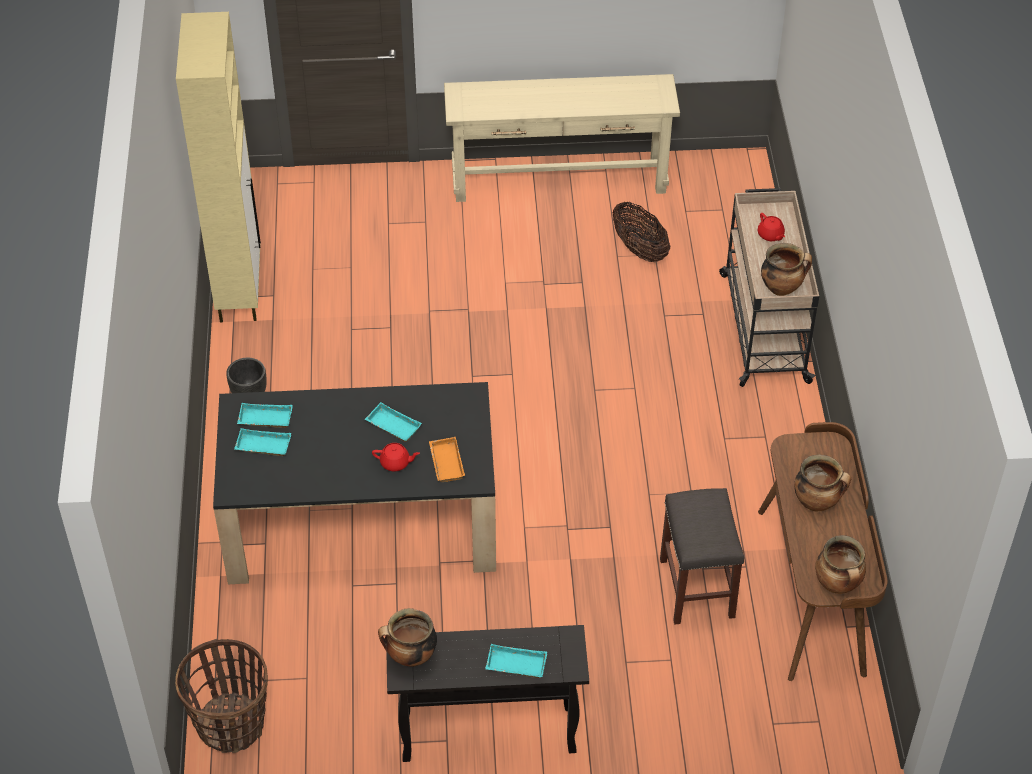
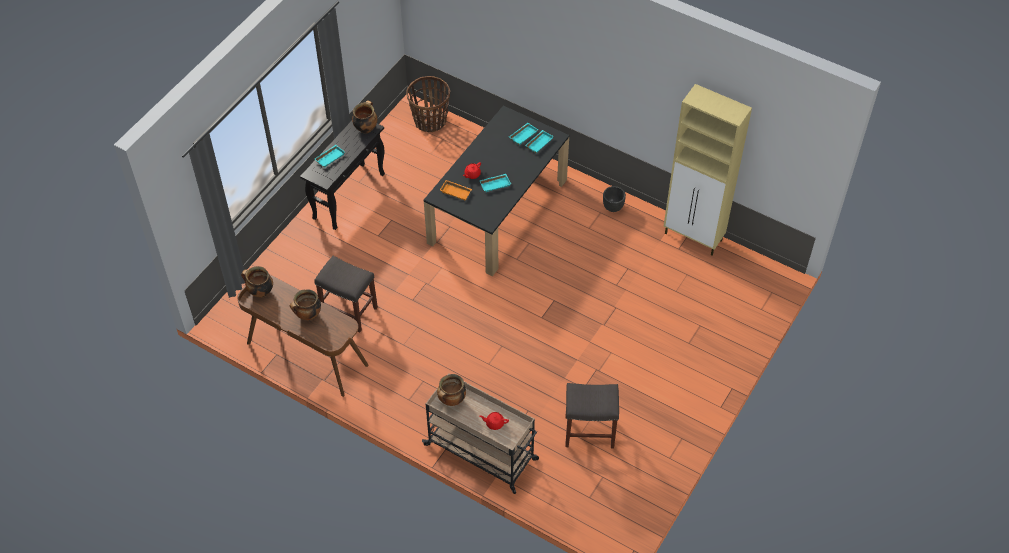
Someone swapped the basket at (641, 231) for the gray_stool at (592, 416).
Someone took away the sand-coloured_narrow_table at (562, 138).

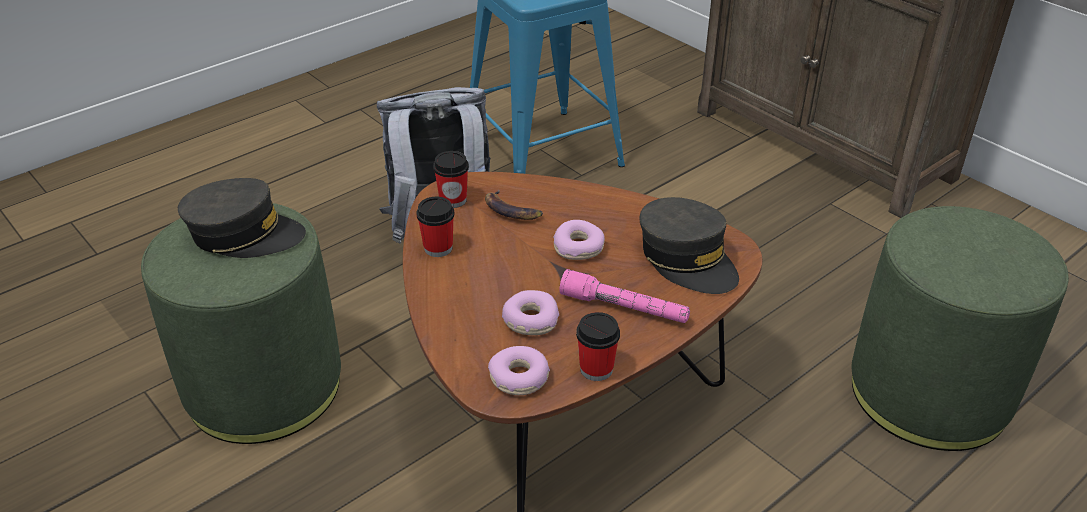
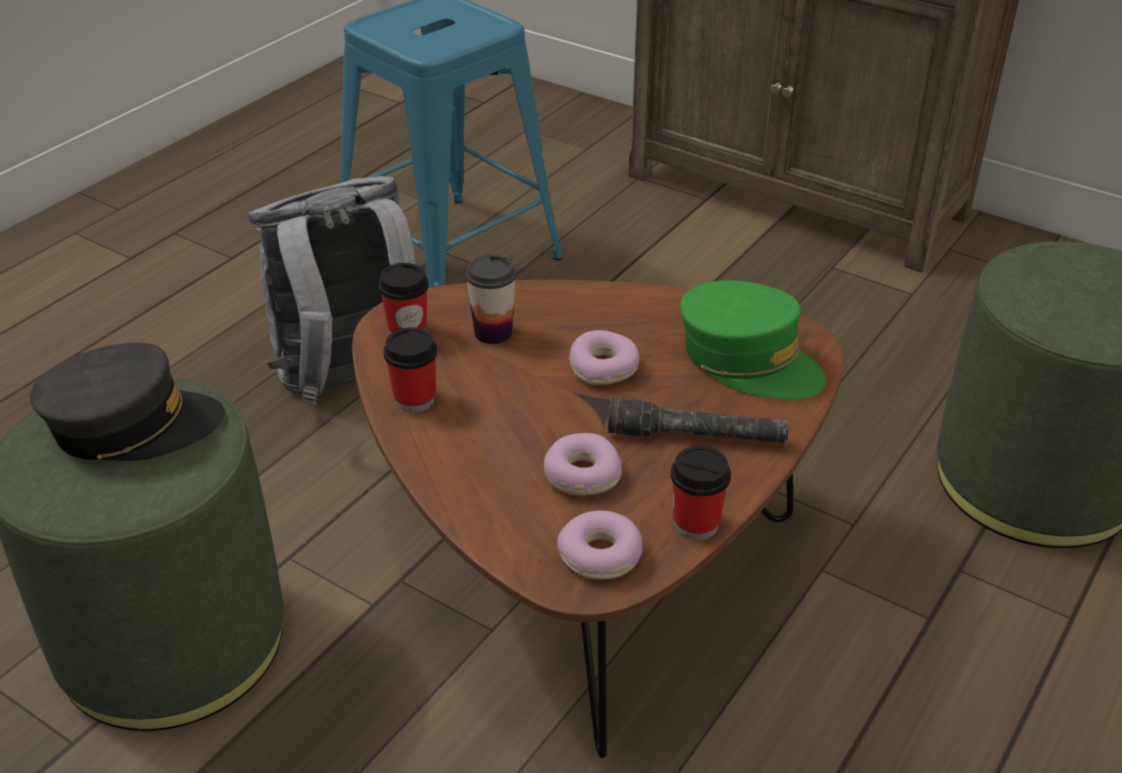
Someone swapped the banana_fruit at (514, 204) for the drinking_cup at (491, 299).
Someone repainted the pink_torch at (624, 296), which became the gray_torch at (698, 420).
Someone repainted the gray_peaked_cap at (689, 245), which became the green_peaked_cap at (753, 339).

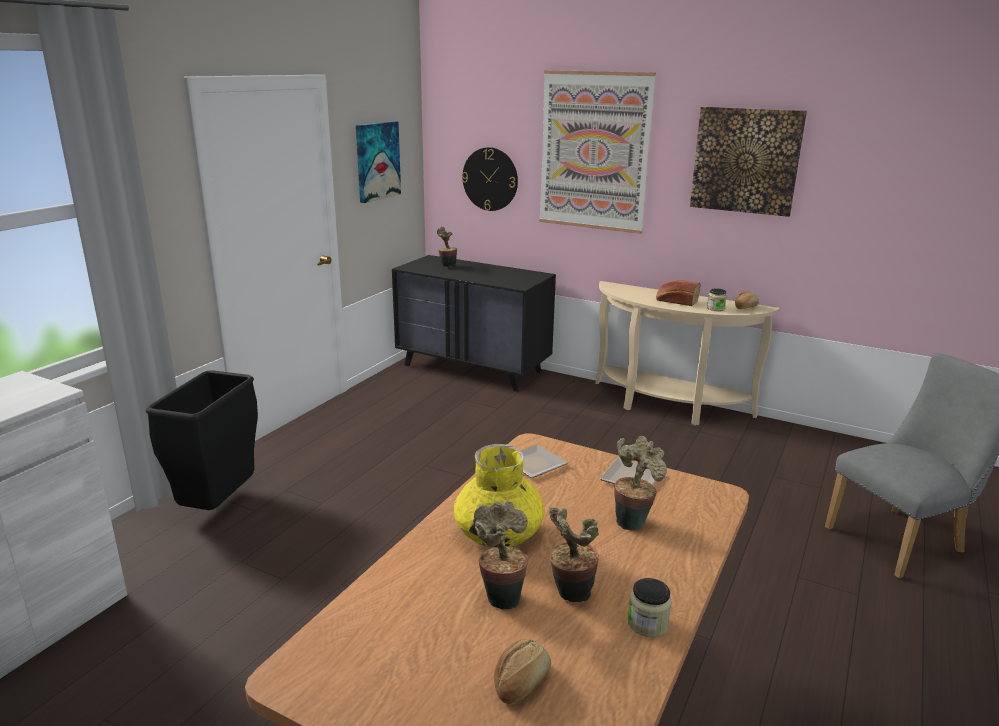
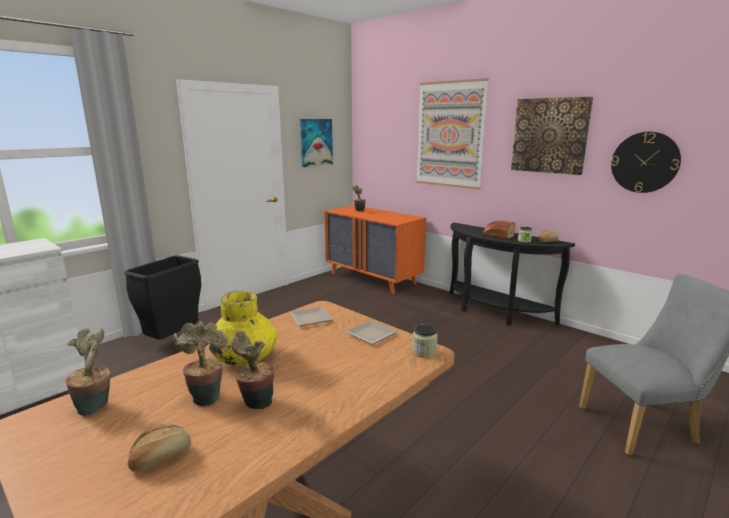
Someone carried the plant_in_a_pot from (641, 483) to (88, 372).
Someone repainted the black-coloured_chest_of_drawers at (474, 323), which became the orange-coloured_chest_of_drawers at (375, 249).
Someone carried the storage_jar from (650, 607) to (425, 341).
Someone repainted the sand-coloured_narrow_table at (687, 353), which became the black-coloured_narrow_table at (512, 274).
Someone carried the clock_on_the_wall from (490, 179) to (646, 162).

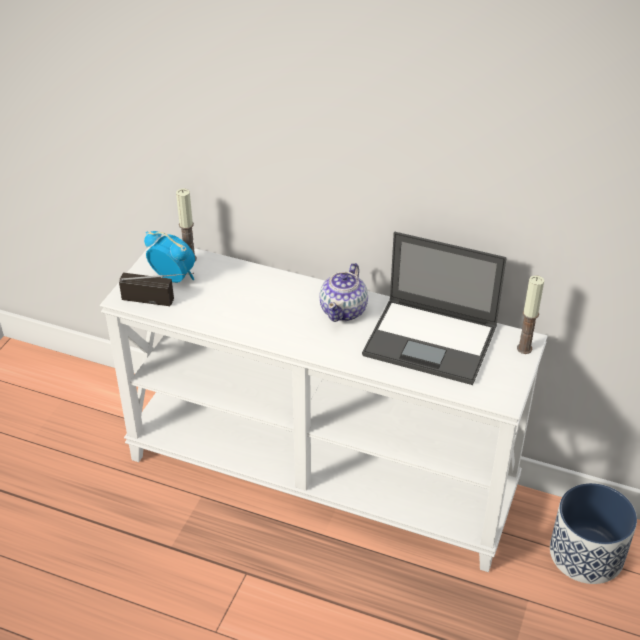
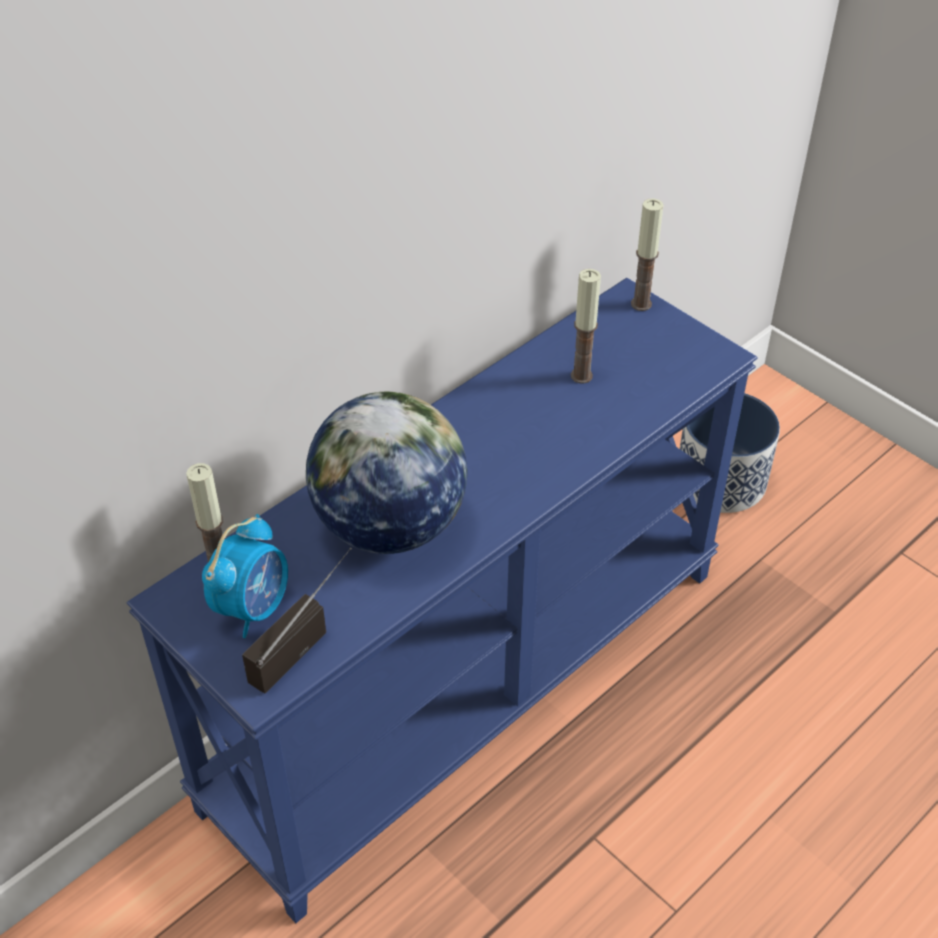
Someone repainted the white_narrow_table at (324, 405), which became the blue_narrow_table at (442, 600).
Someone rotated the table_clock at (169, 257) by 150 degrees clockwise.
Someone put down the globe at (386, 473).
Someone swapped the portable_computer at (434, 308) for the wax_candle at (586, 326).
Someone took away the pot_for_tea at (343, 292).

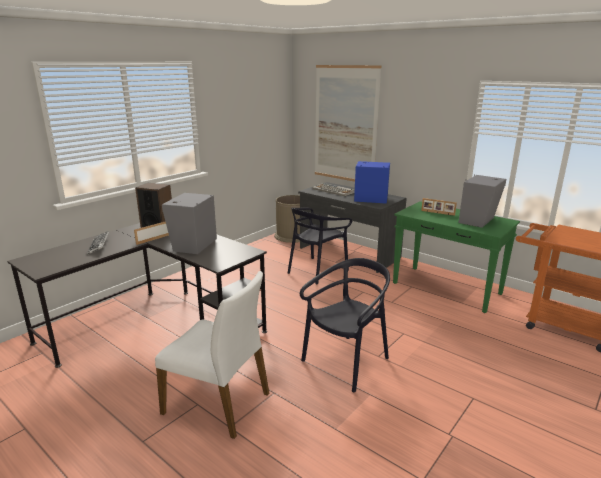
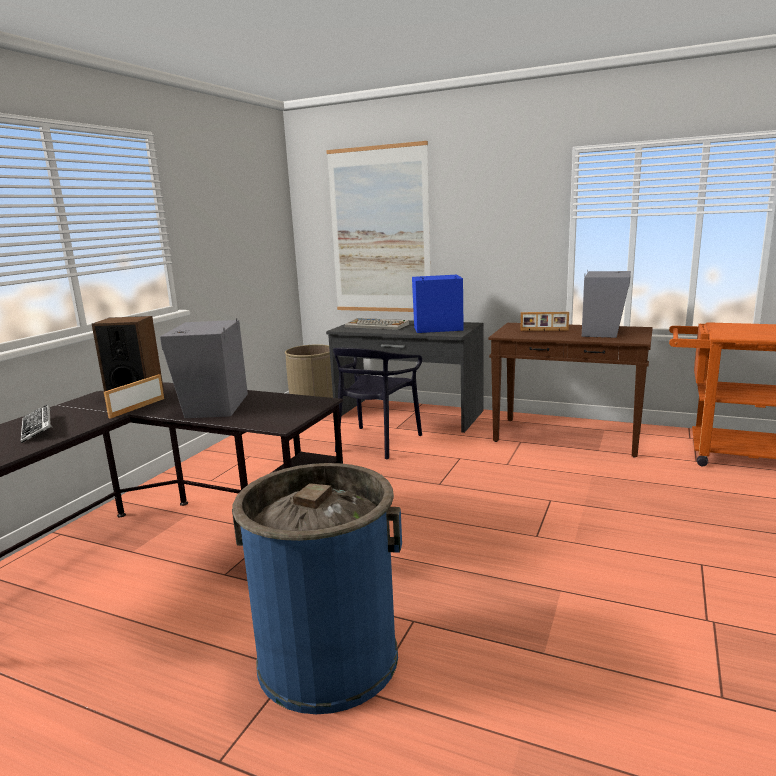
Someone swapped the white_plain_chair at (212, 355) for the blue_waste_bin at (317, 588).
Someone repainted the green_narrow_table at (456, 257), which became the brownish_narrow_table at (570, 390).
Someone took away the black-coloured_plain_chair at (345, 325).

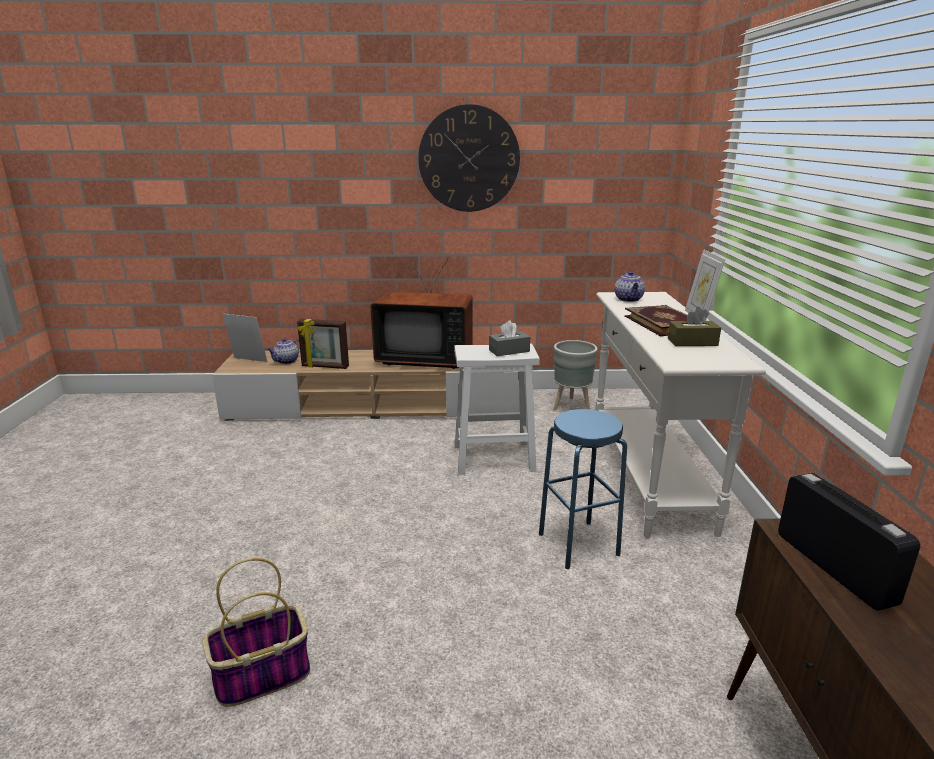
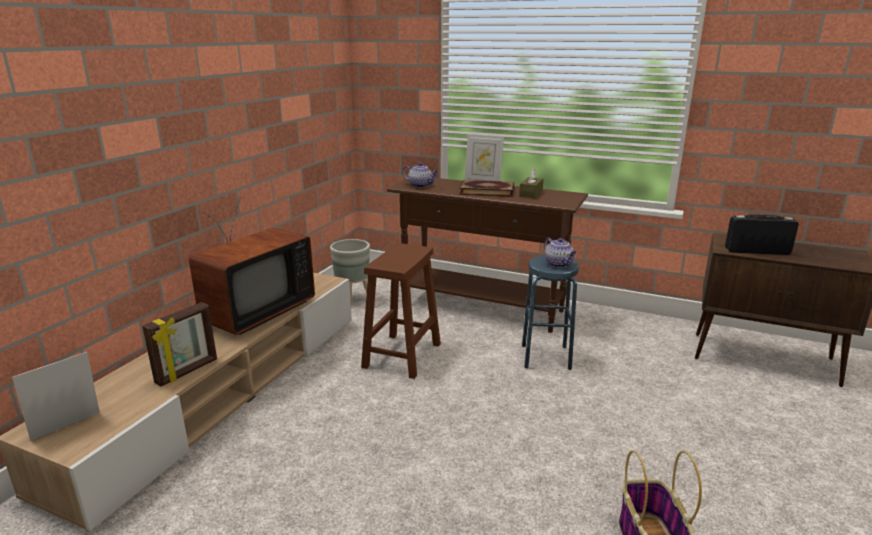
Someone repainted the white_stool at (497, 409), which became the brownish_stool at (401, 311).
Someone repainted the white_narrow_table at (680, 415), which became the brownish_narrow_table at (487, 255).
Someone carried the pot_for_tea from (284, 351) to (560, 253).
Someone took away the clock_on_the_wall at (469, 158).
Someone took away the gray_box_of_tissues at (509, 338).

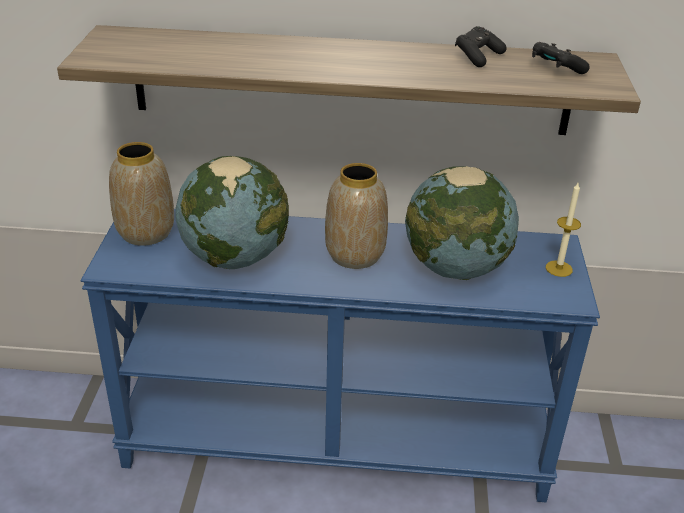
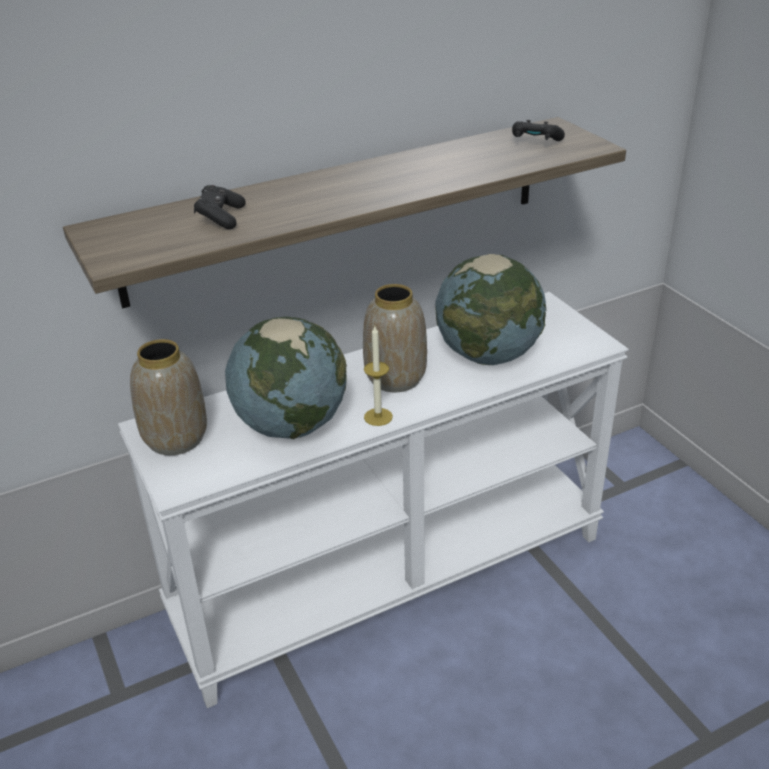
Someone repainted the blue_narrow_table at (340, 355), which became the white_narrow_table at (373, 500).
Someone carried the black-coloured_gamepad from (480, 46) to (220, 207).
Someone carried the wax_candle from (563, 230) to (378, 376).

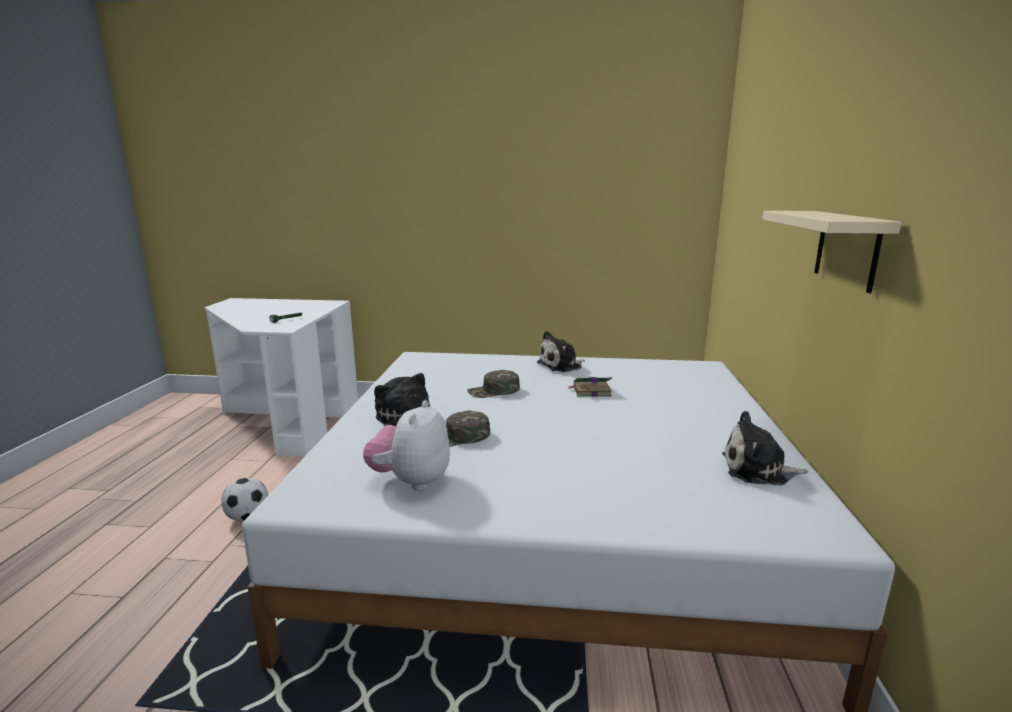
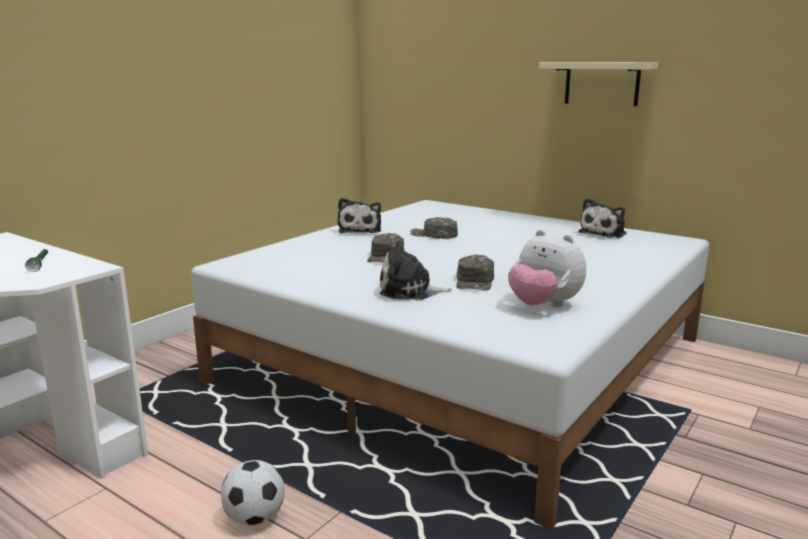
Someone swapped the bound_book at (591, 387) for the green_peaked_cap at (434, 228).

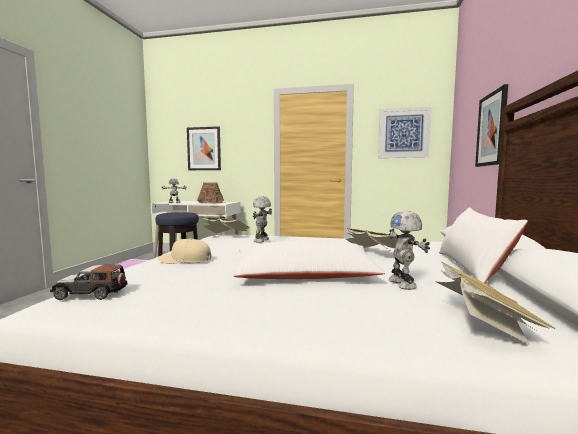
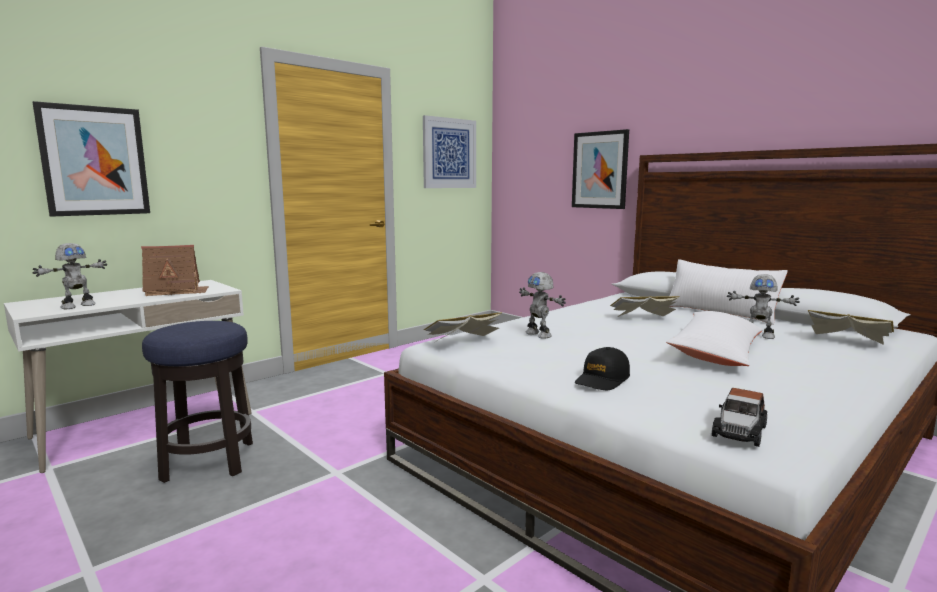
Someone repainted the sand-coloured_peaked_cap at (184, 251), which became the black-coloured_peaked_cap at (602, 368).

